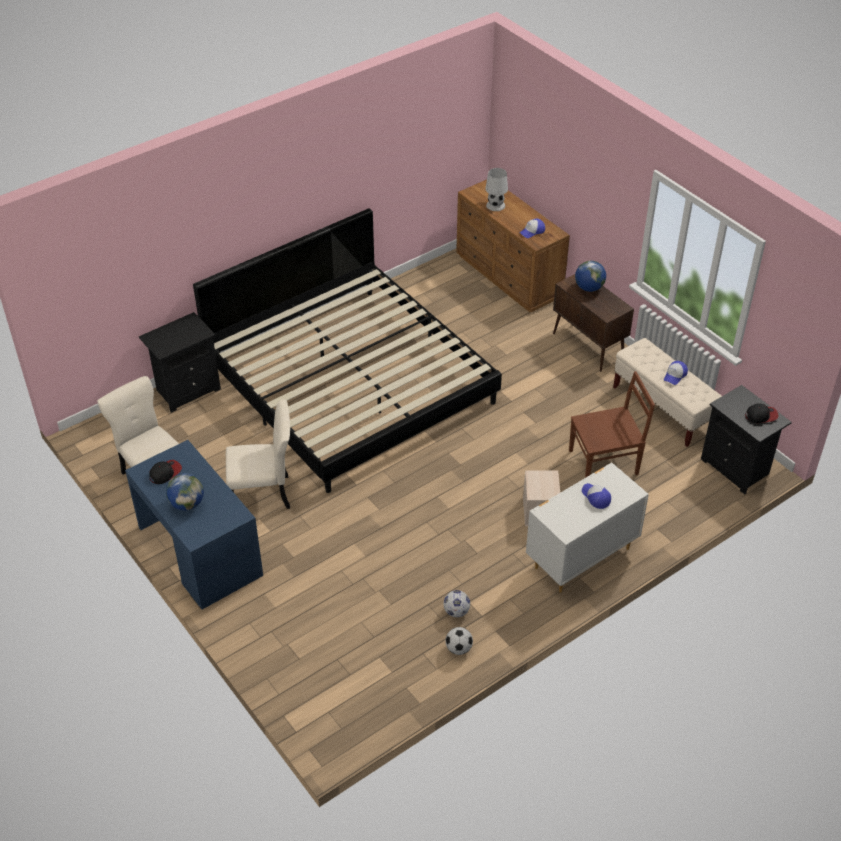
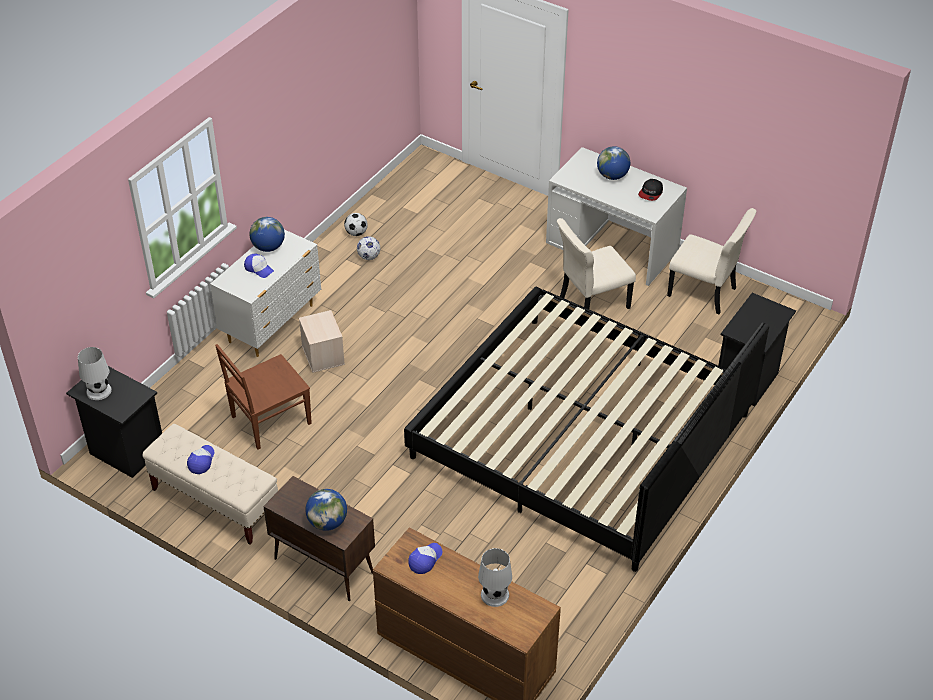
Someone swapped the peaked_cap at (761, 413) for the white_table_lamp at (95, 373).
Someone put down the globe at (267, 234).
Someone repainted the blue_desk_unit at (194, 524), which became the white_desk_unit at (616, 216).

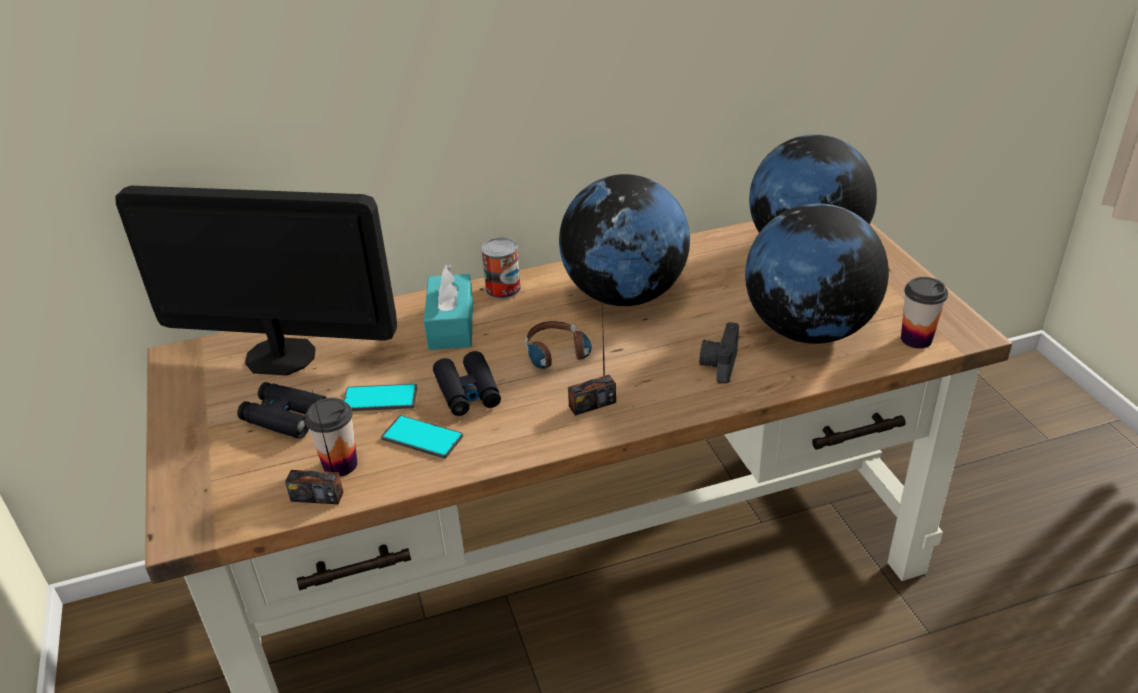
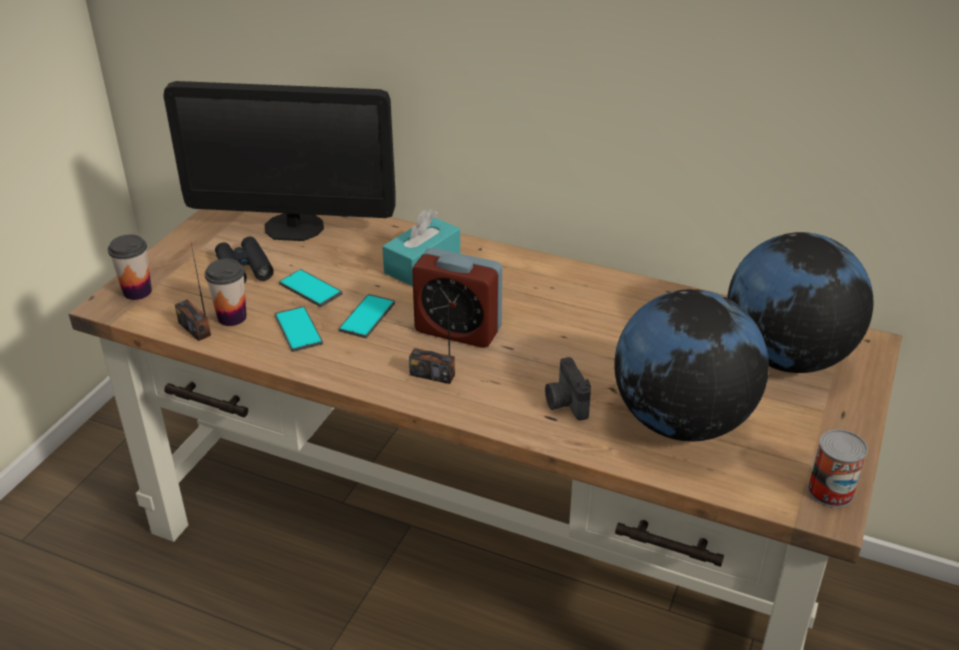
Someone carried the drinking_cup from (924, 313) to (130, 267).
Someone rotated the monitor at (256, 281) by 135 degrees clockwise.
Someone swapped the black-coloured_field_glasses at (467, 383) for the handset at (367, 316).
Someone swapped the headset at (558, 350) for the table_clock at (457, 298).
Someone rotated the still_camera at (719, 352) by 75 degrees counterclockwise.
Someone carried the metal_can from (501, 268) to (838, 468).
Someone took away the globe at (624, 240).

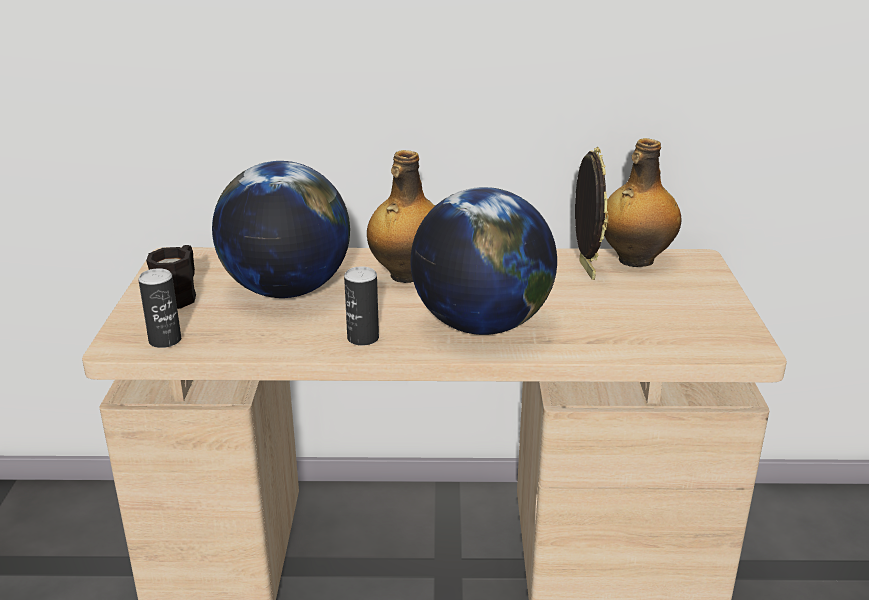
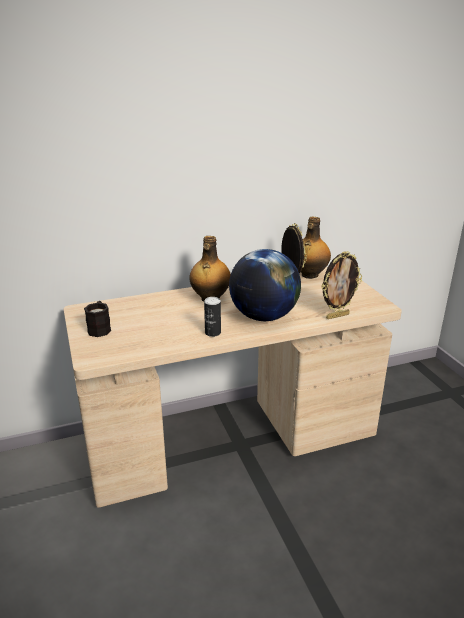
Someone put down the standing_frame at (342, 285).
Someone took away the metal_can at (159, 308).
Someone took away the globe at (281, 229).

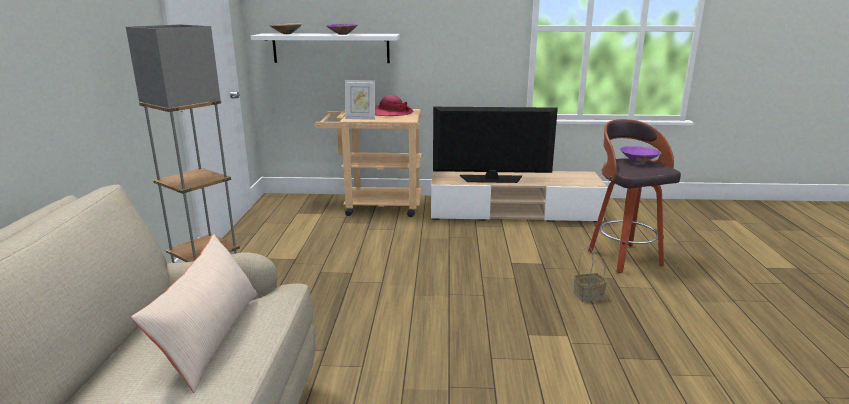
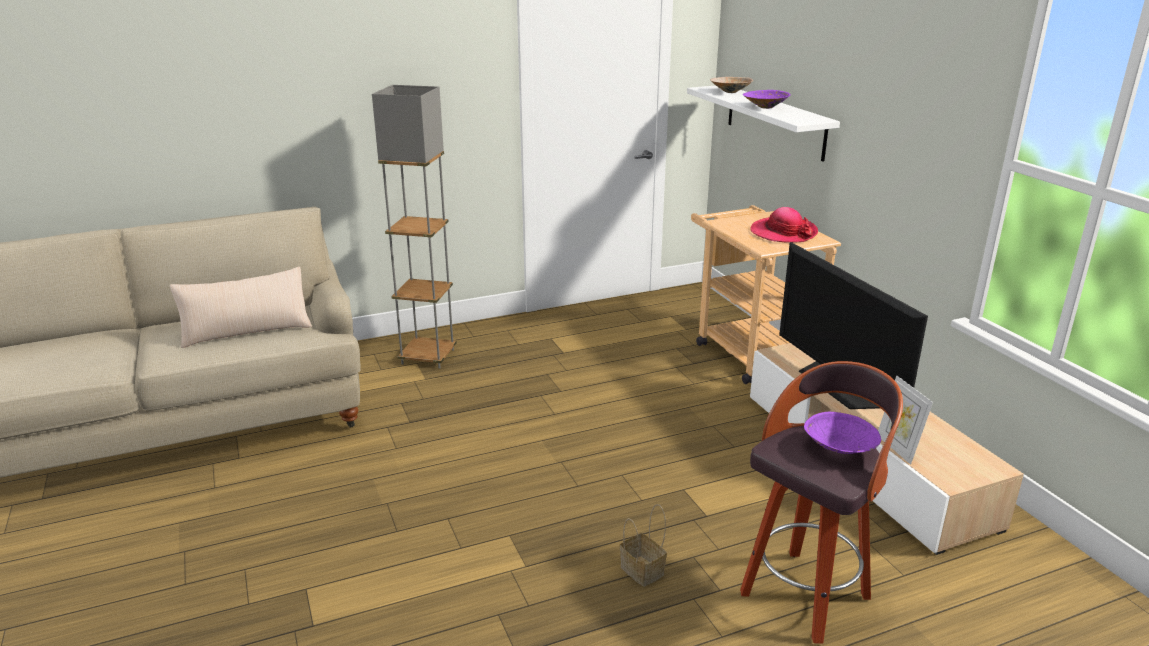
Someone carried the standing_frame from (360, 100) to (905, 420).

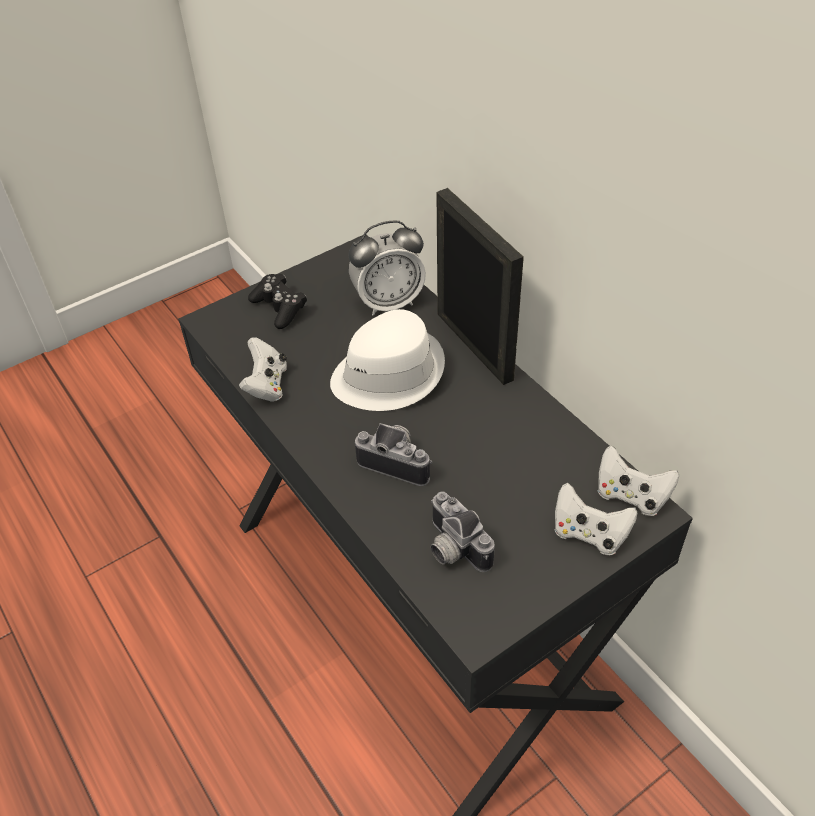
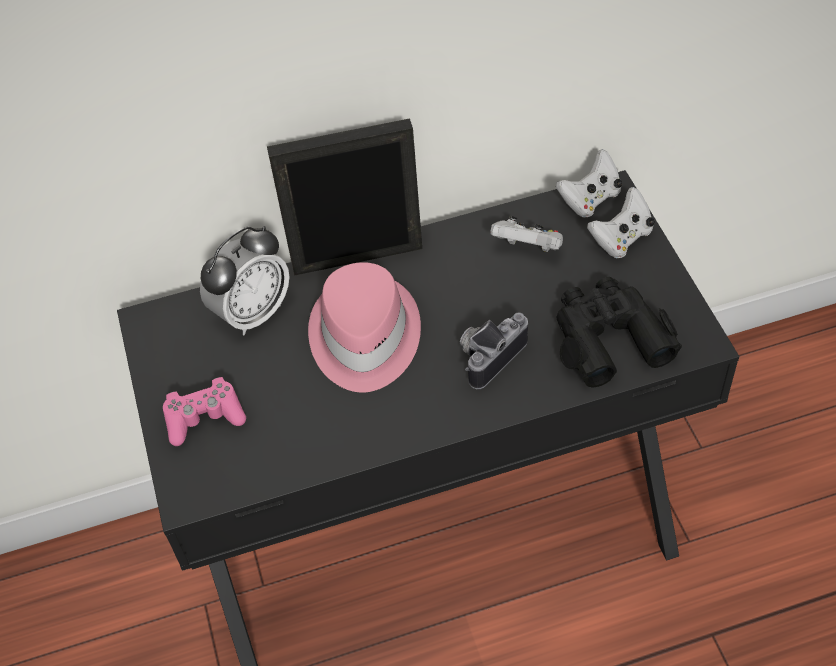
Someone repainted the black-coloured_gamepad at (277, 301), which became the pink_gamepad at (204, 411).
Someone rotated the table_clock at (387, 268) by 45 degrees clockwise.
Someone repainted the white_wearable_hat at (387, 360), which became the pink_wearable_hat at (364, 327).
Someone carried the white_gamepad from (263, 369) to (526, 234).
Someone swapped the still_camera at (463, 531) for the black-coloured_field_glasses at (619, 332).

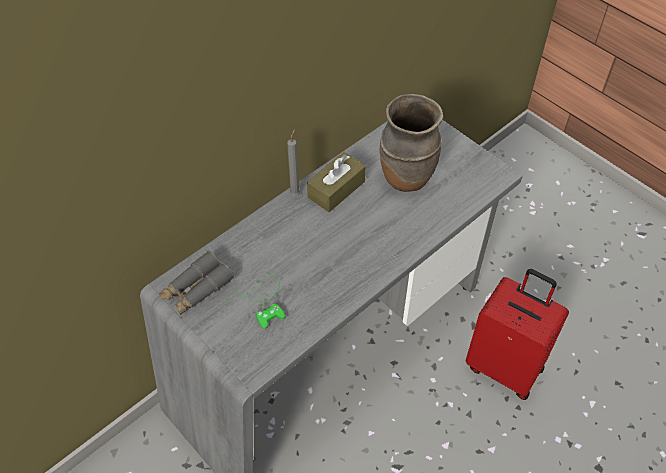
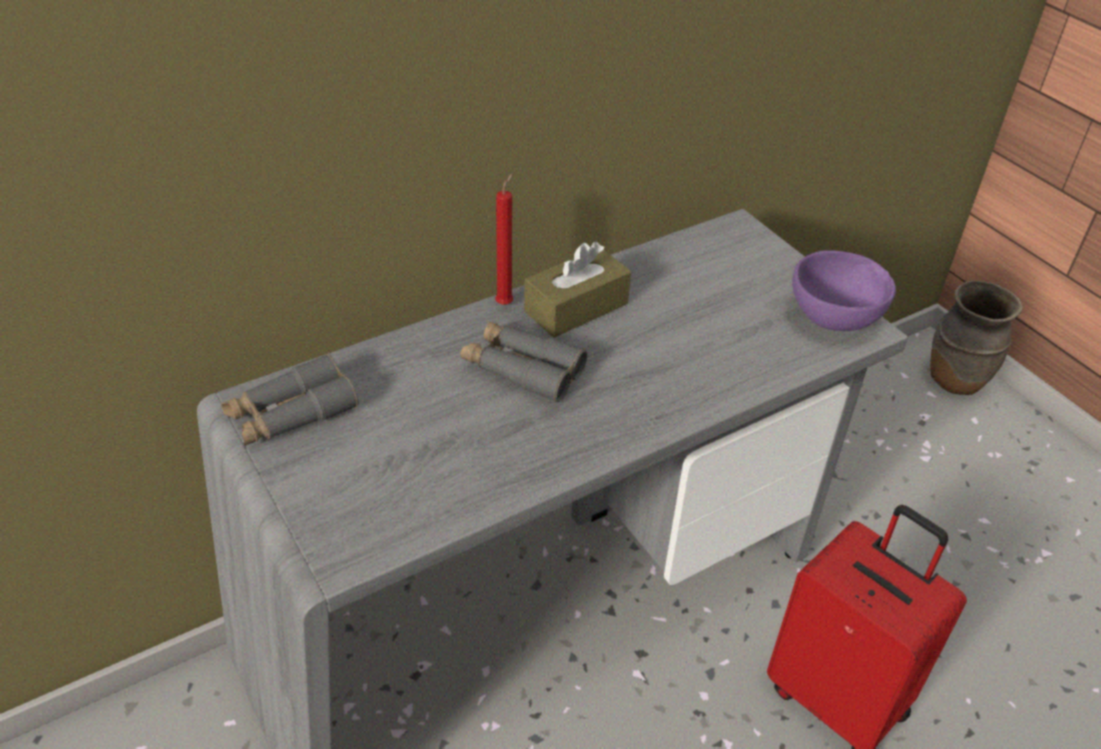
Someone put down the gray_field_glasses at (523, 361).
Someone repainted the gray_wax_candle at (293, 162), which became the red-coloured_wax_candle at (504, 239).
Someone put down the purple-coloured_bowl at (844, 290).
Someone carried the brownish_flower_vase from (411, 143) to (976, 338).
Someone took away the green_gamepad at (255, 301).

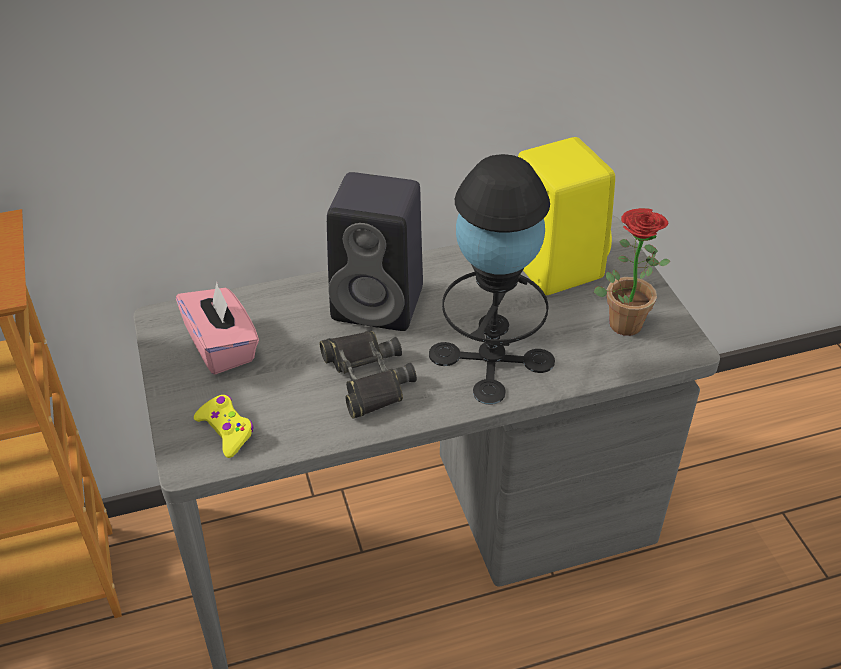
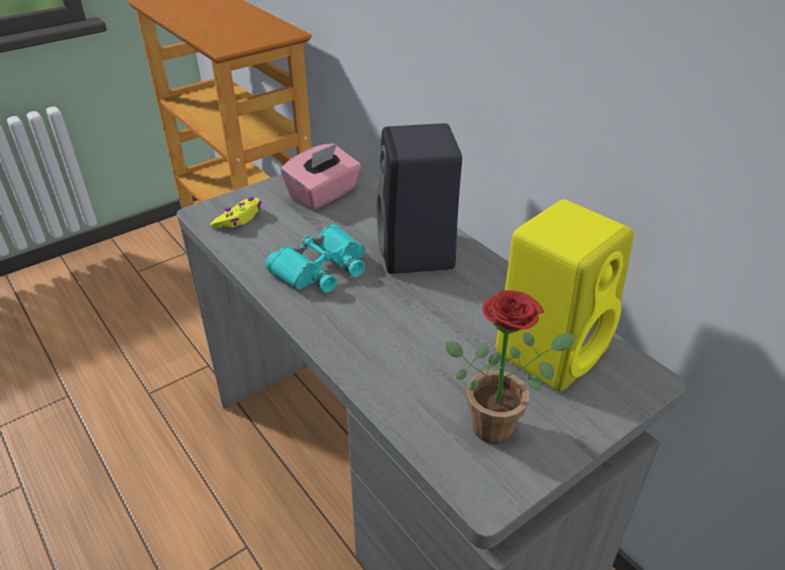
Someone repainted the black-coloured_field_glasses at (368, 375), which became the turquoise-coloured_field_glasses at (315, 259).
Someone took away the black-coloured_table_lamp at (492, 279).

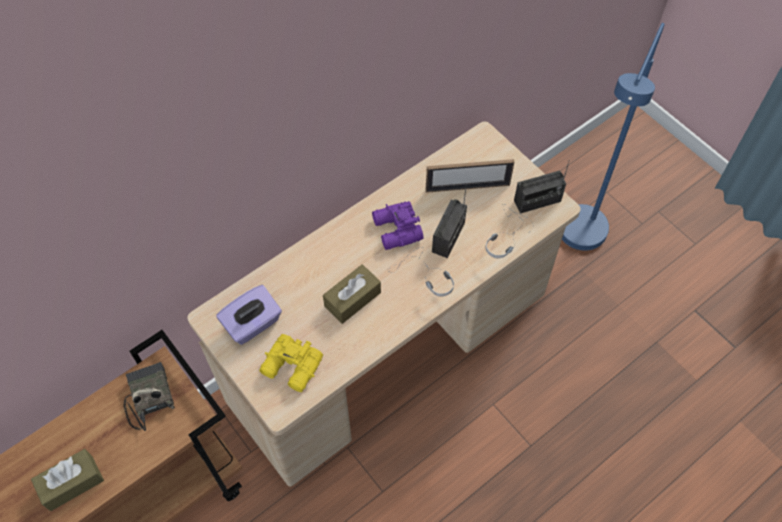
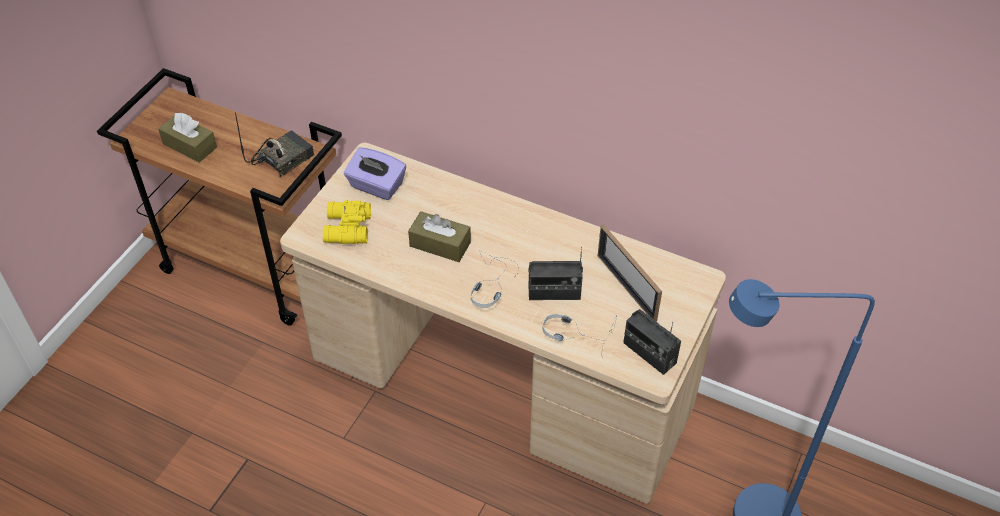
Someone took away the purple-coloured_field_glasses at (398, 225).

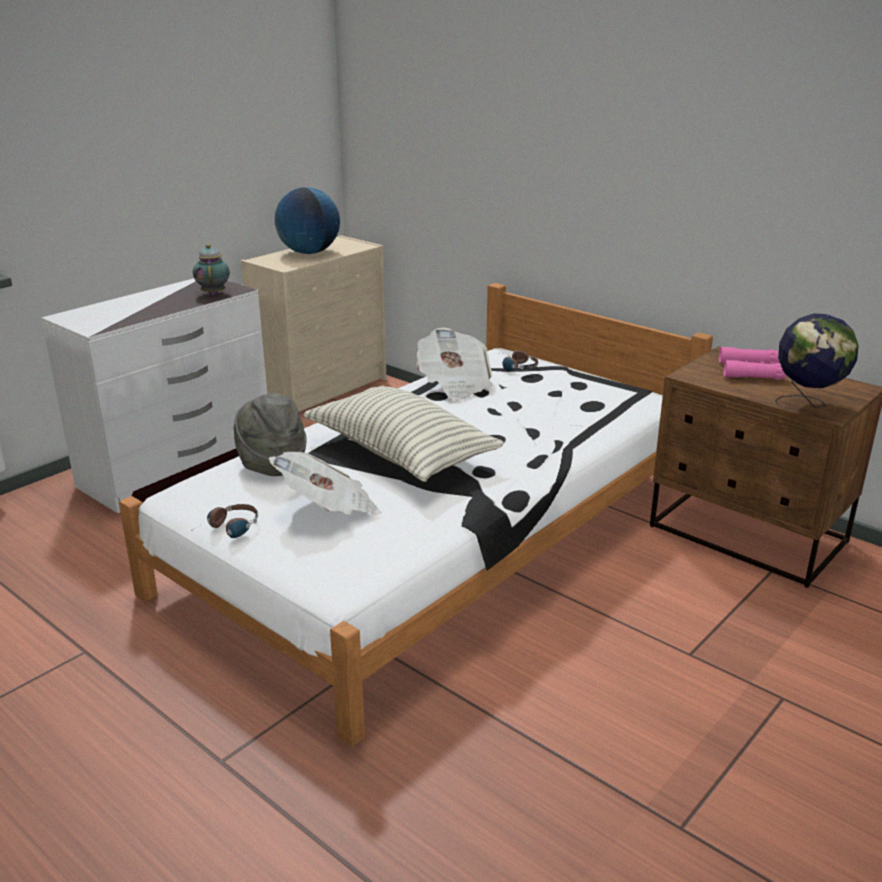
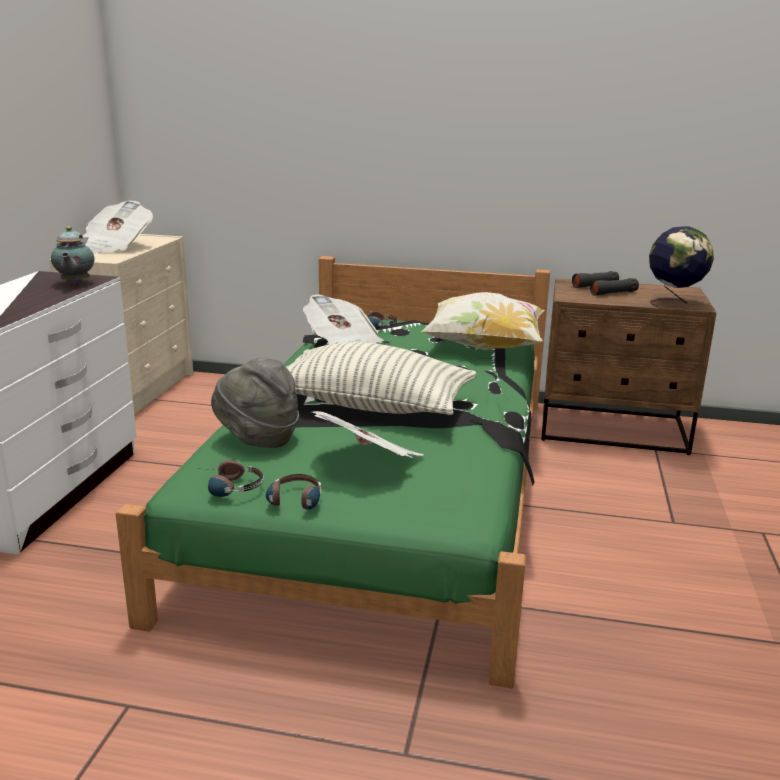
Someone rotated the pot_for_tea at (211, 269) by 150 degrees counterclockwise.
Someone swapped the globe at (307, 220) for the newspaper at (117, 227).
Someone repainted the white_sleeping_bed at (416, 515), which became the green_sleeping_bed at (332, 472).
Someone put down the headset at (235, 478).
Someone put down the cushion at (483, 321).
Someone repainted the pink_field_glasses at (752, 363), which became the black-coloured_field_glasses at (605, 283).

